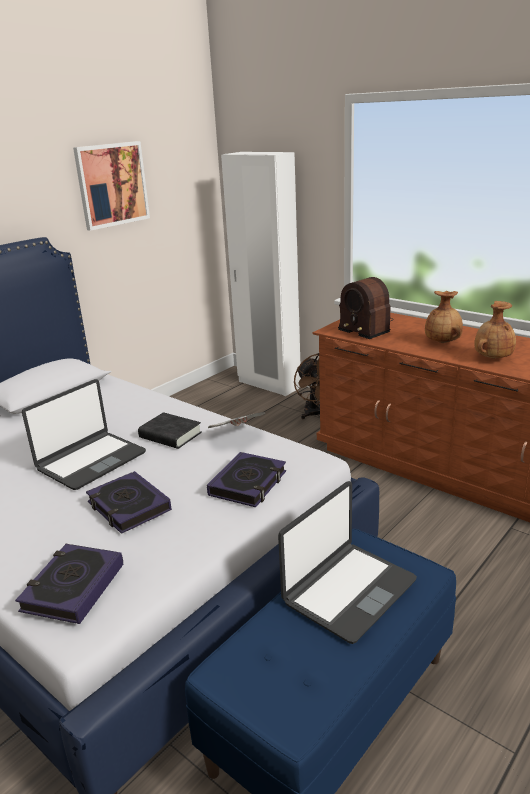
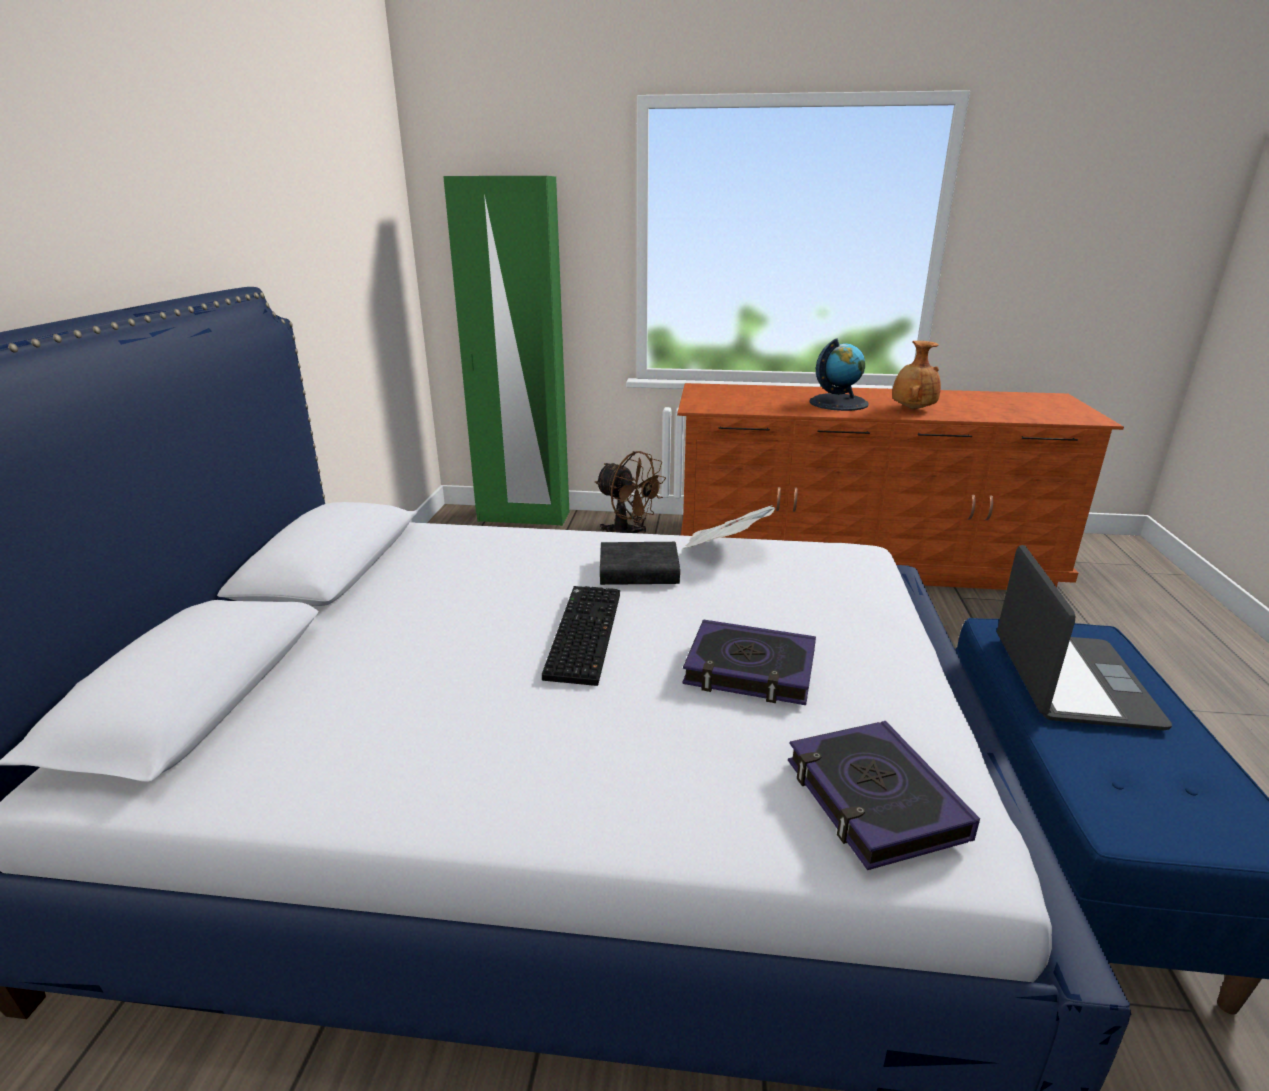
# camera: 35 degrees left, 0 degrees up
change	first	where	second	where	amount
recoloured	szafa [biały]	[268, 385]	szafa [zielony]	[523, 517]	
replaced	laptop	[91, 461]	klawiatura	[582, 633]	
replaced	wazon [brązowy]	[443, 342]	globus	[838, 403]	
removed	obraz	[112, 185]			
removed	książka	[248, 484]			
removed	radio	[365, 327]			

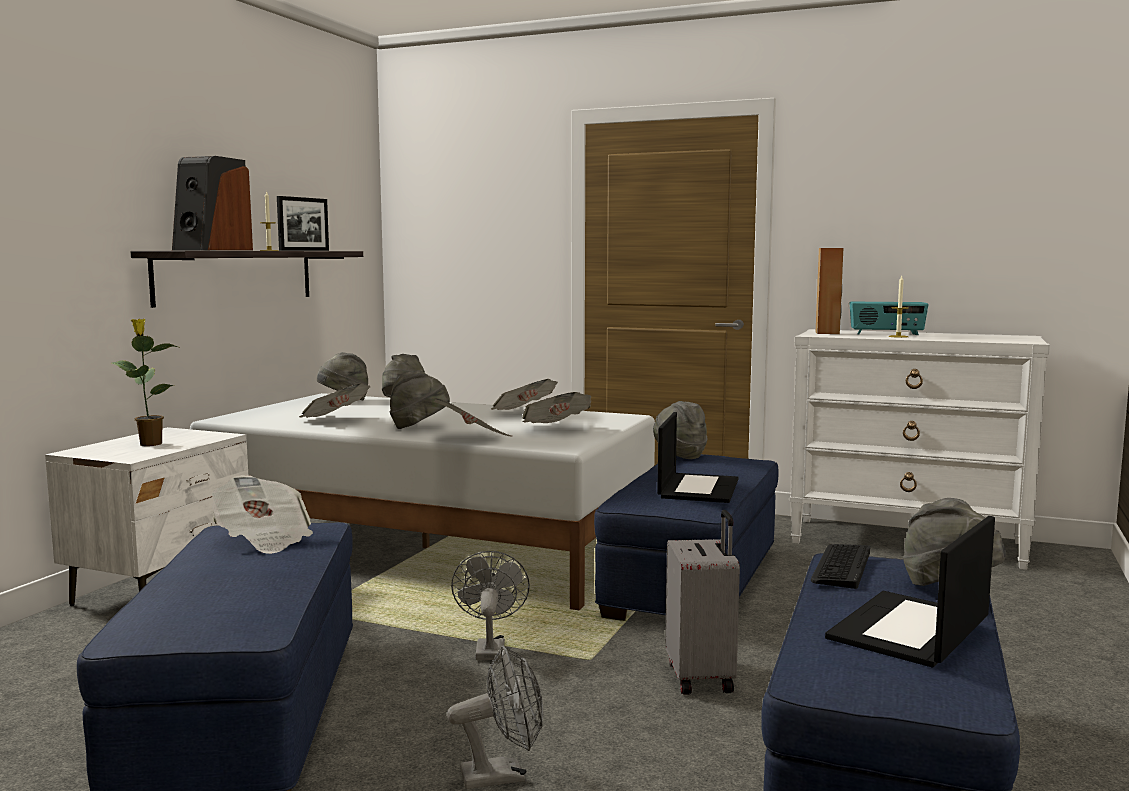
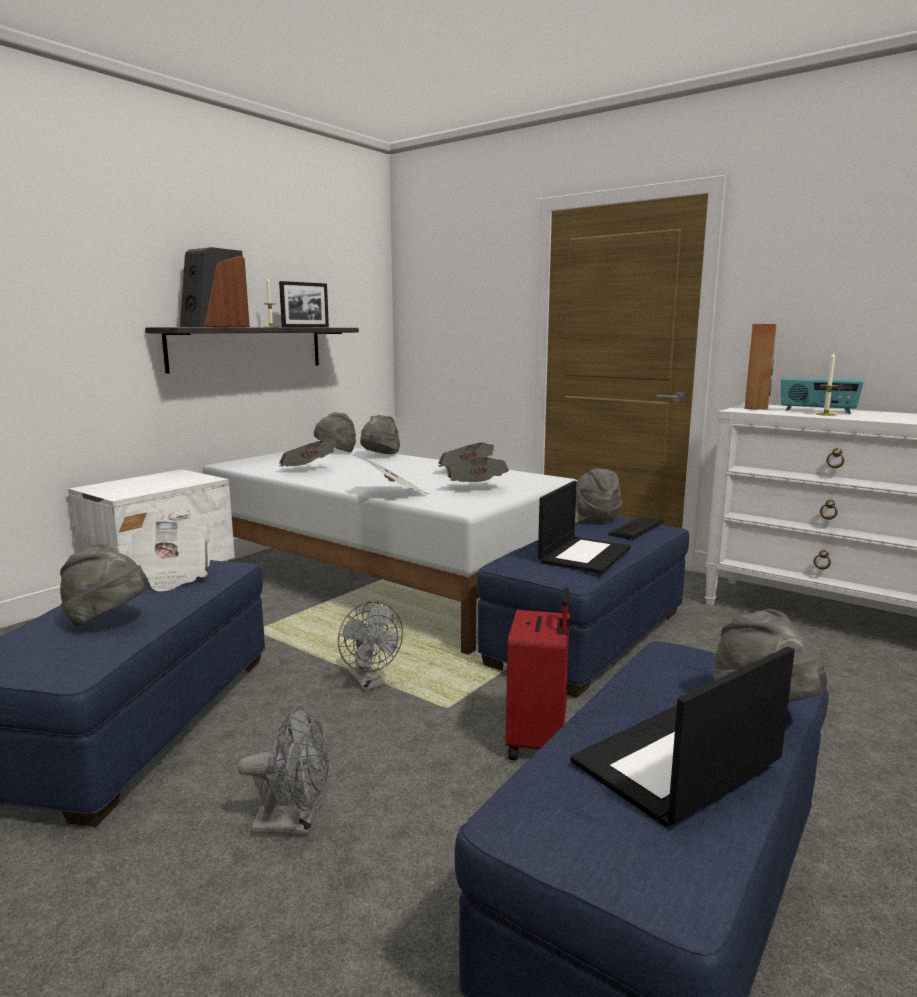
# camera: 15 degrees right, 5 degrees up
change	first	where	second	where	amount
moved	kapelusz [szary]	[419, 427]		[108, 621]	
turned	wentylator [szary]	[489, 648]		[369, 683]	135 degrees clockwise
recoloured	walizka [szary]	[702, 677]	walizka [czerwony]	[539, 742]	
moved	klawiatura	[841, 566]		[635, 528]	
removed	roślina doniczkowa	[150, 444]			

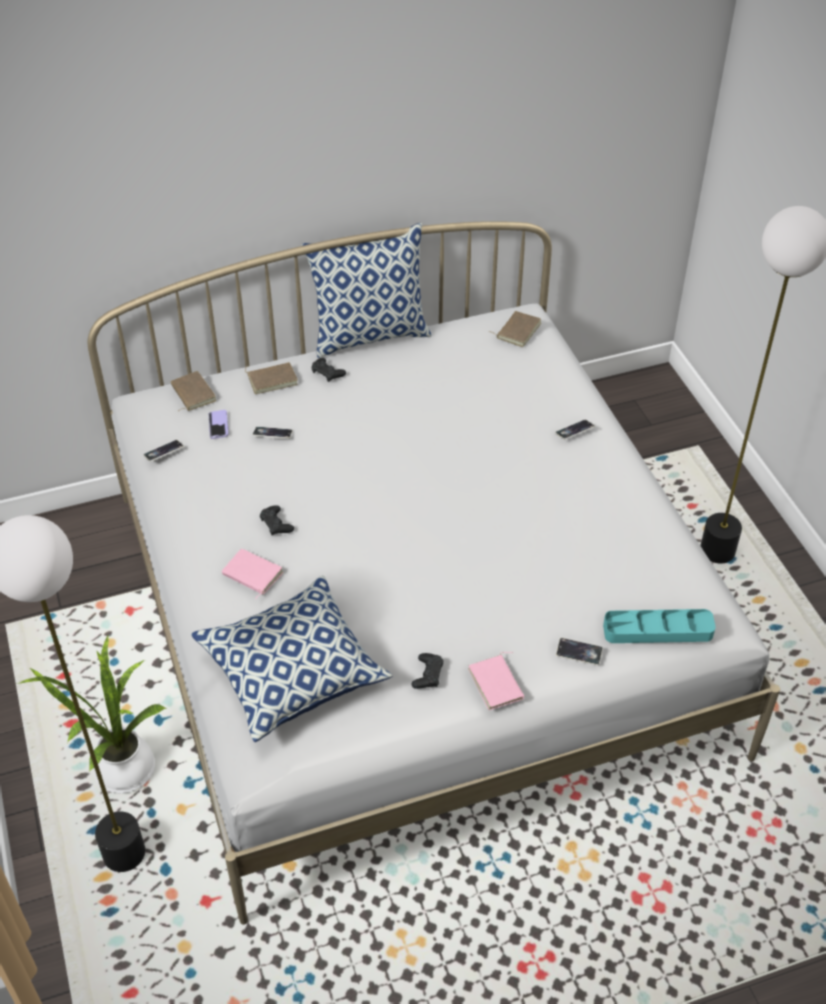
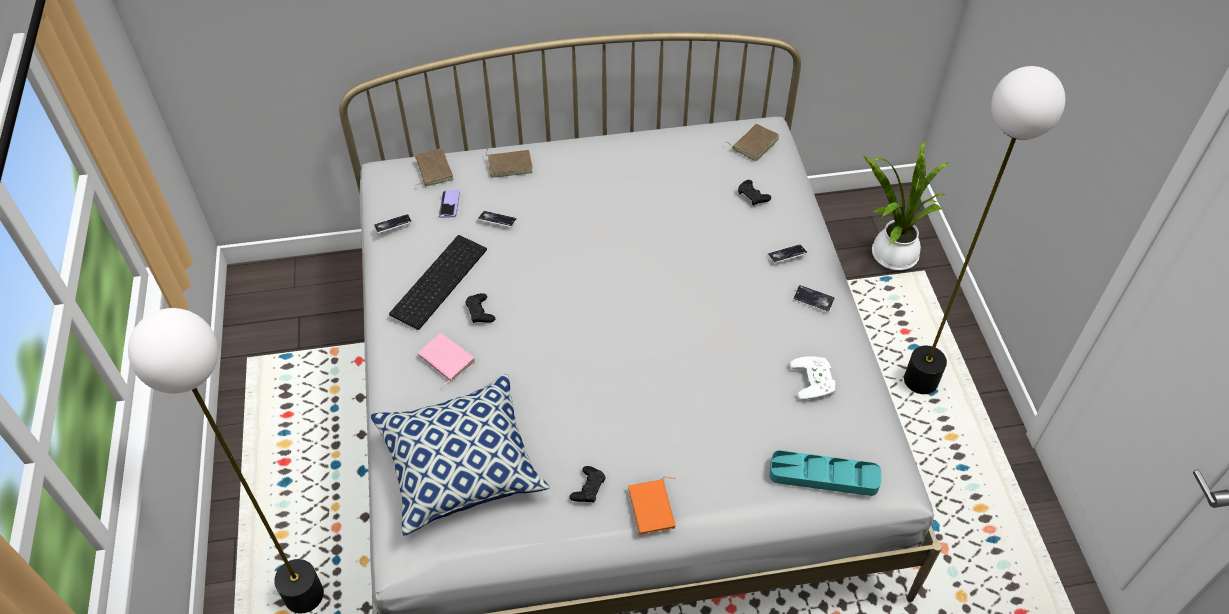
# camera: 10 degrees right, 5 degrees up
change	first	where	second	where	amount
added			klawiatura	[438, 280]	
recoloured	książka [różowy]	[497, 684]	książka [pomarańczowy]	[653, 508]	
moved	pad do gier [czarny]	[327, 373]		[753, 196]	
added			pad do gier [biały]	[815, 381]	
moved	telefon	[579, 653]		[813, 300]	
moved	roślina doniczkowa	[119, 770]		[890, 255]	
removed	poduszka	[370, 335]			

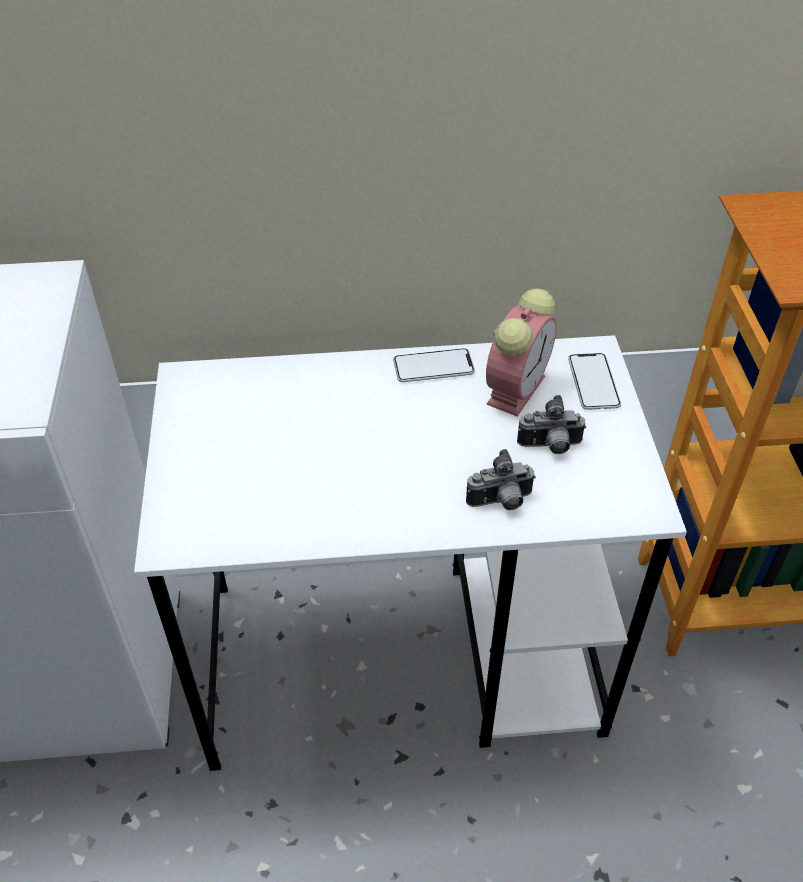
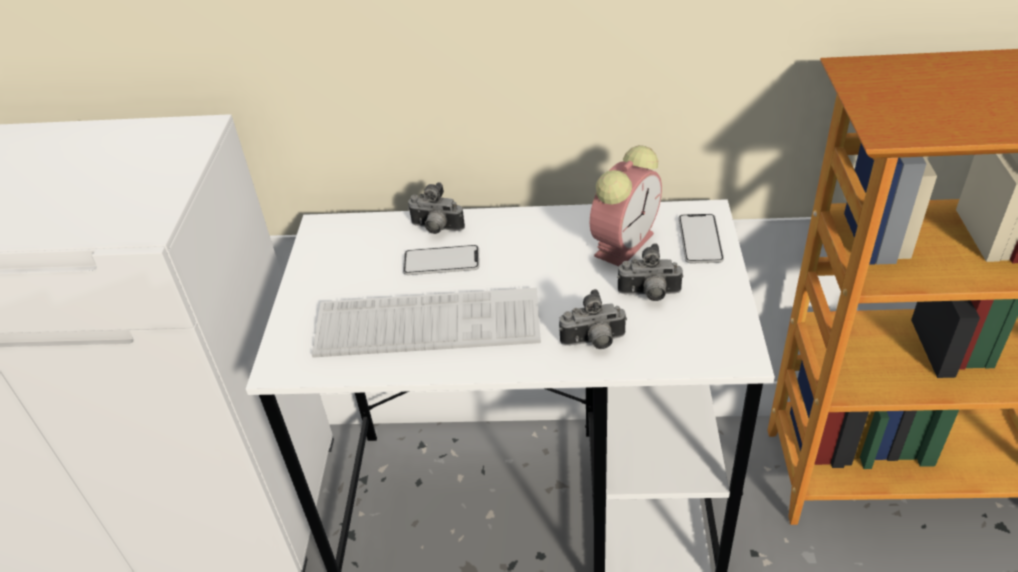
# camera: 10 degrees right, 5 degrees down
change	first	where	second	where	amount
added			klawiatura	[427, 324]	
moved	telefon	[433, 367]		[441, 262]	
added			aparat fotograficzny	[436, 229]	

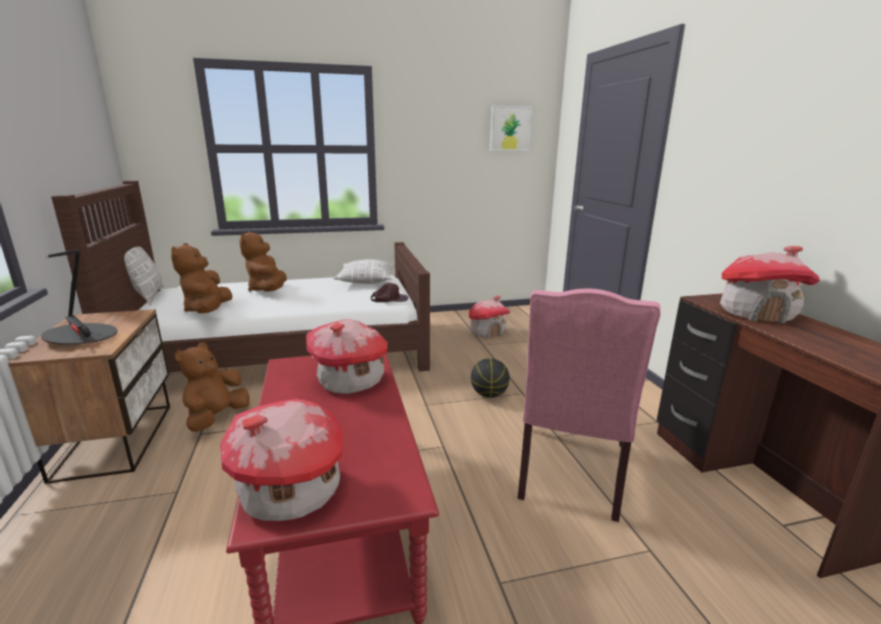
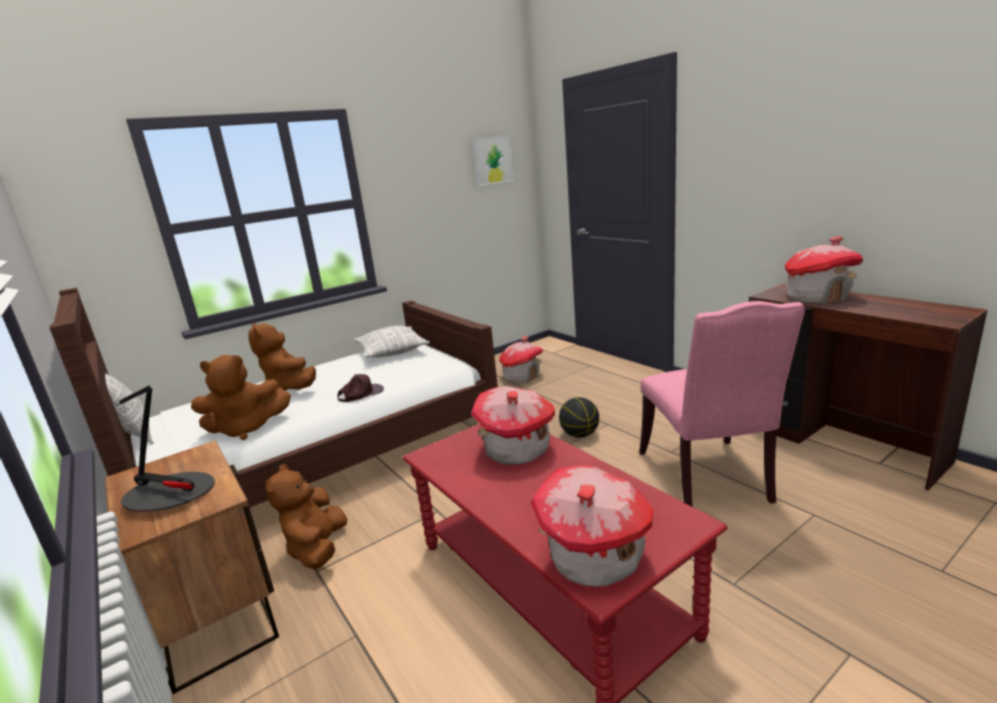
# camera: 20 degrees left, 0 degrees up
change	first	where	second	where	amount
turned	pluszak [brązowy]	[208, 310]		[246, 429]	75 degrees counterclockwise
moved	czapka z daszkiem [brązowy]	[389, 299]		[361, 393]	

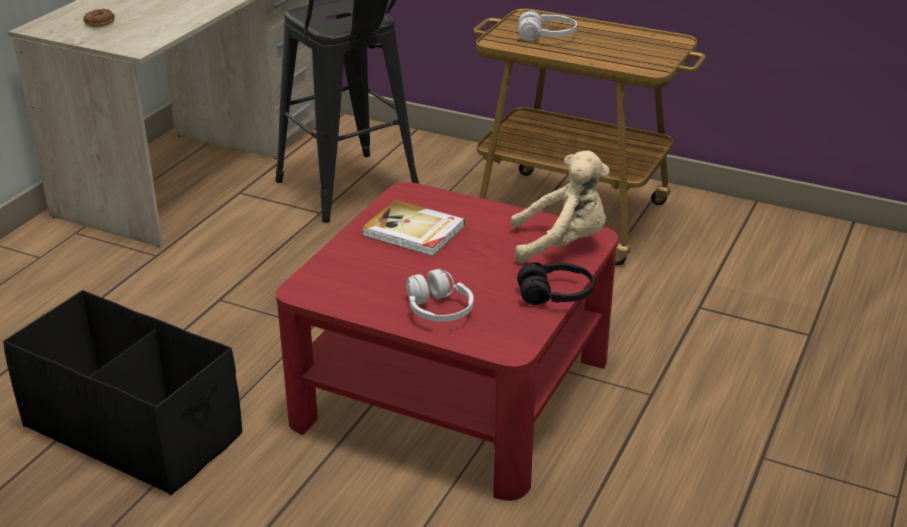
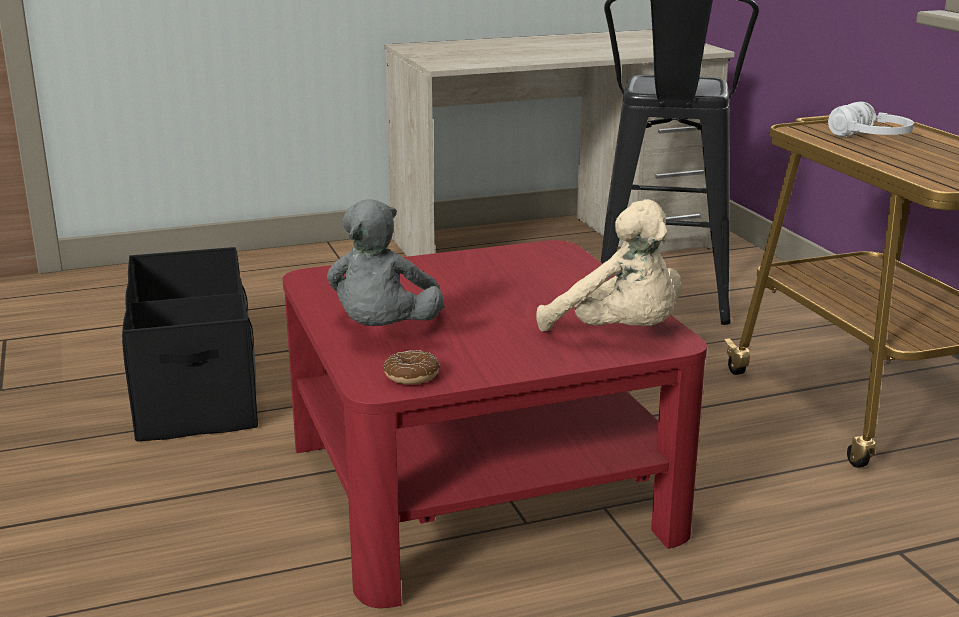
# camera: 45 degrees right, 10 degrees down
change	first	where	second	where	amount
replaced	słuchawki [biały]	[438, 310]	pluszak [szary]	[384, 332]	
moved	donut	[100, 23]		[411, 376]	
removed	książka	[413, 232]			
removed	słuchawki [czarny]	[555, 295]			

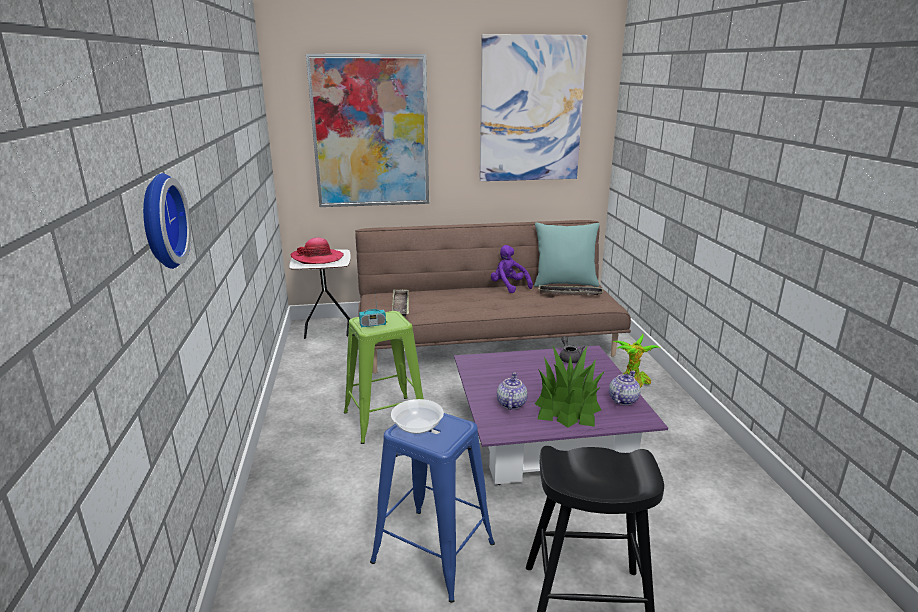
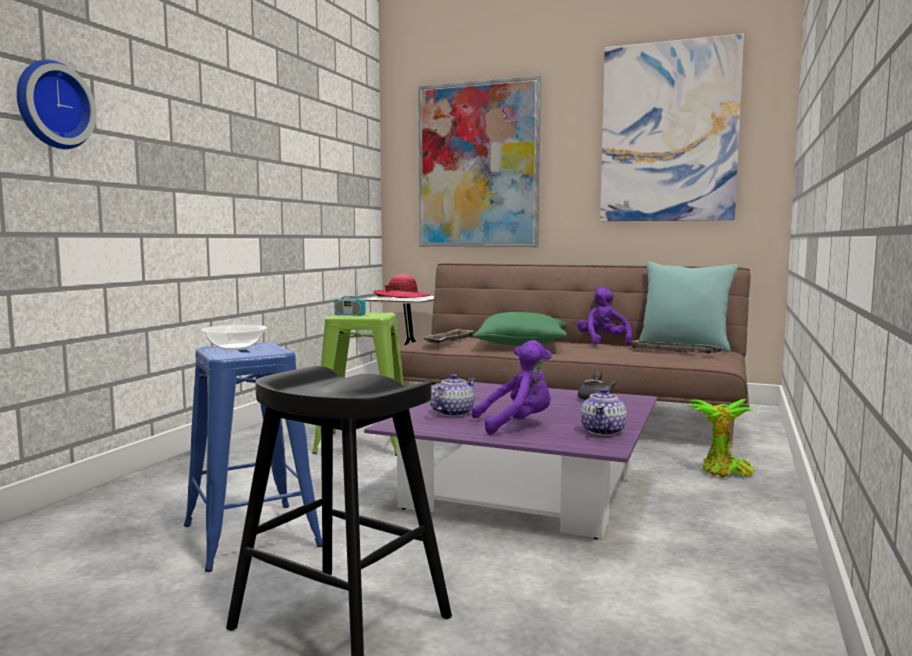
# camera: 30 degrees right, 15 degrees down
change	first	where	second	where	amount
replaced	roślina doniczkowa	[567, 407]	pluszak [fioletowy]	[517, 425]	
added			poduszka [zielony]	[522, 344]	
turned	imbryk	[622, 400]		[603, 431]	135 degrees clockwise

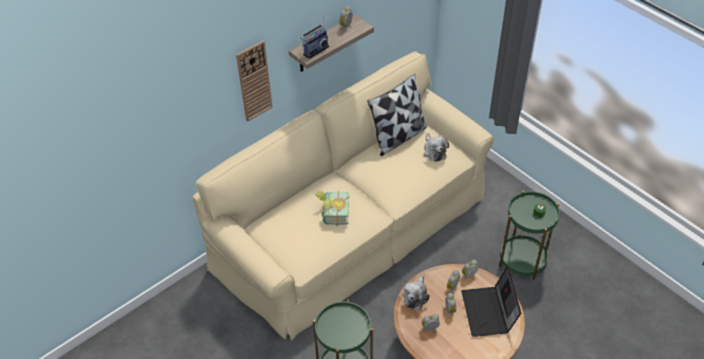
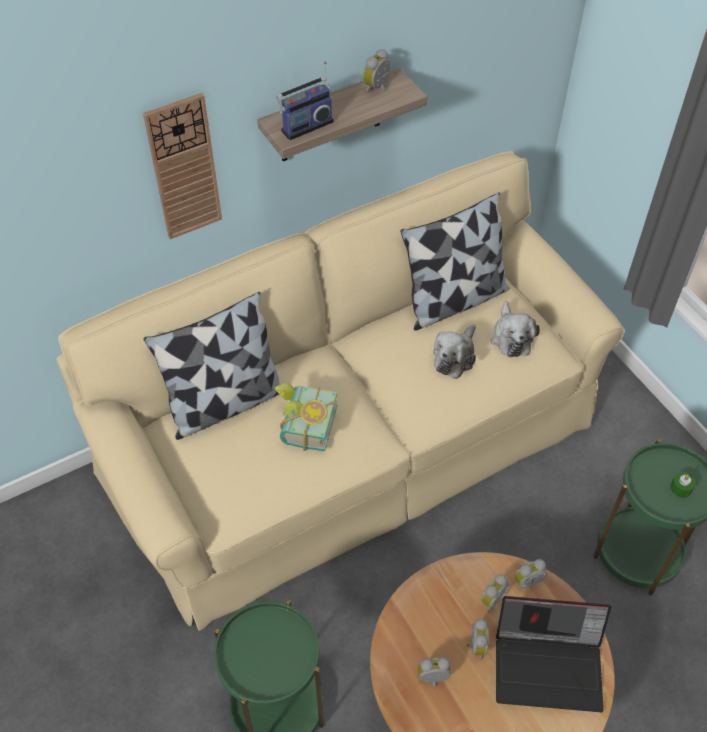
# camera: 10 degrees right, 5 degrees up
change	first	where	second	where	amount
added			poduszka	[225, 403]	
moved	pluszak	[416, 296]		[455, 357]	
turned	laptop	[489, 312]		[549, 666]	90 degrees counterclockwise

